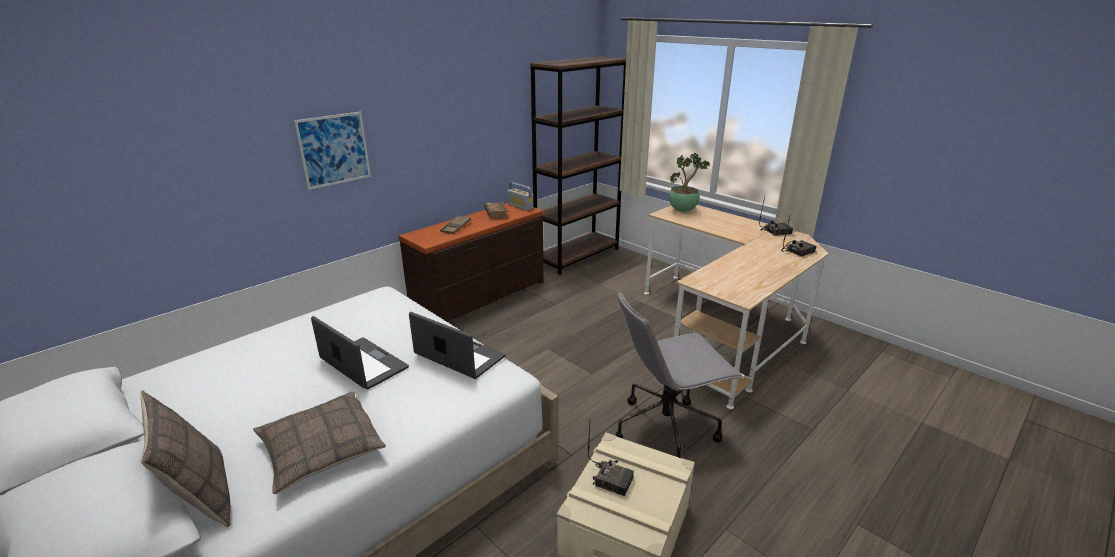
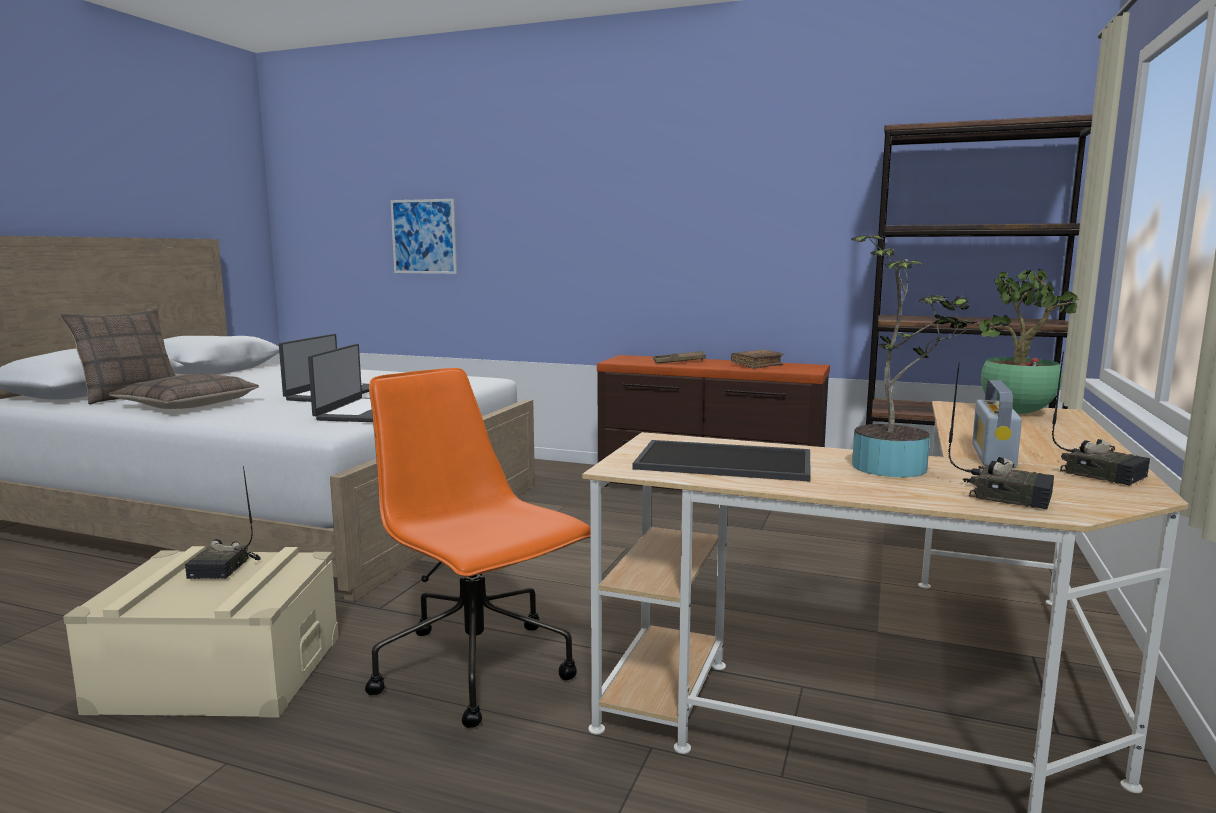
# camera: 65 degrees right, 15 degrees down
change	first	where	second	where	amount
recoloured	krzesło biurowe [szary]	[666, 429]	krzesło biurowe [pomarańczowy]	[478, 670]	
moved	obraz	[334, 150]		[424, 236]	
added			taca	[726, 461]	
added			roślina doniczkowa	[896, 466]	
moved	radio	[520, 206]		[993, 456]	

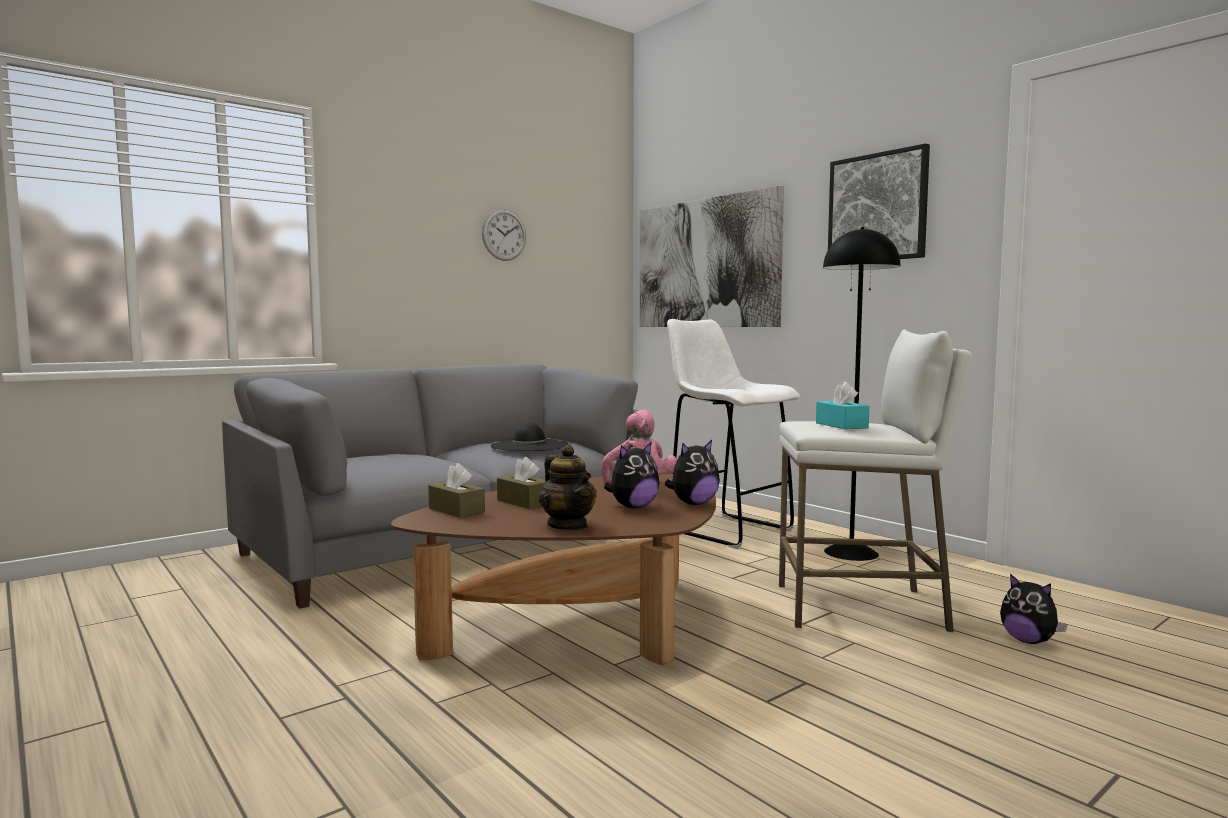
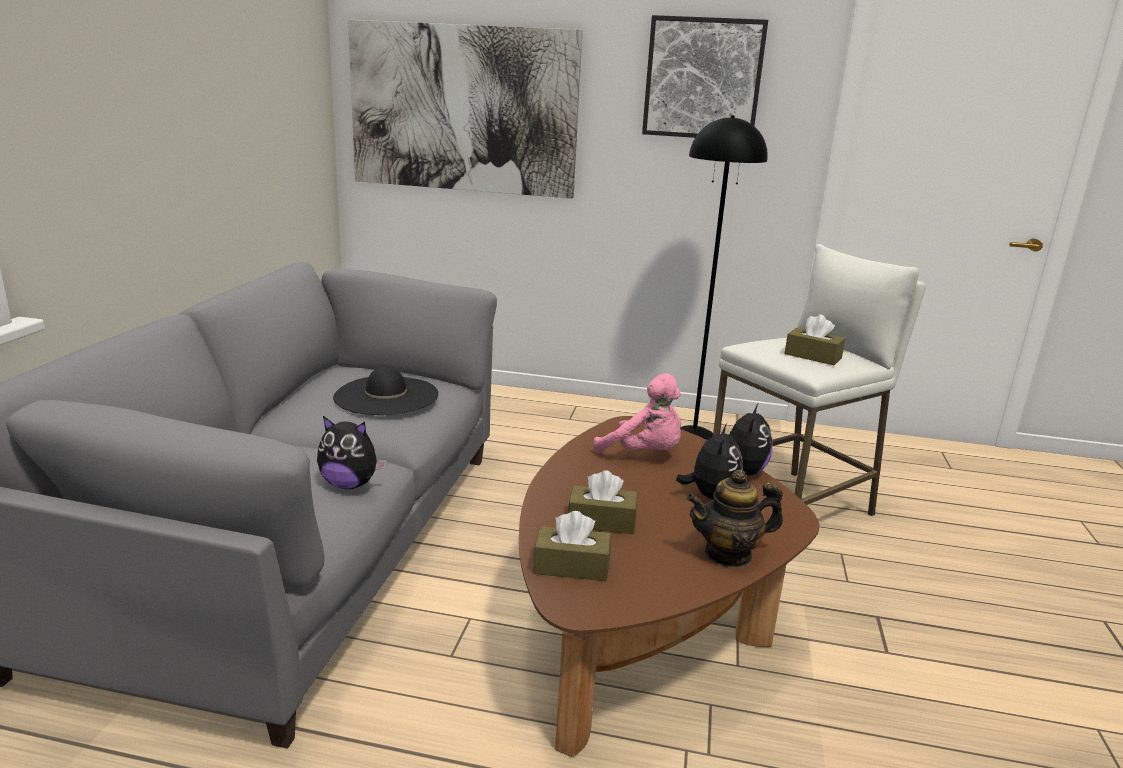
# camera: 40 degrees left, 15 degrees up
change	first	where	second	where	amount
moved	pluszak	[1028, 641]		[350, 484]	
turned	imbryk	[568, 526]		[728, 554]	150 degrees clockwise
recoloured	pudełko chusteczek [turkusowy]	[841, 425]	pudełko chusteczek [brązowy]	[812, 356]	
removed	zegar ścienny	[504, 234]			
removed	stołek [biały]	[727, 530]			

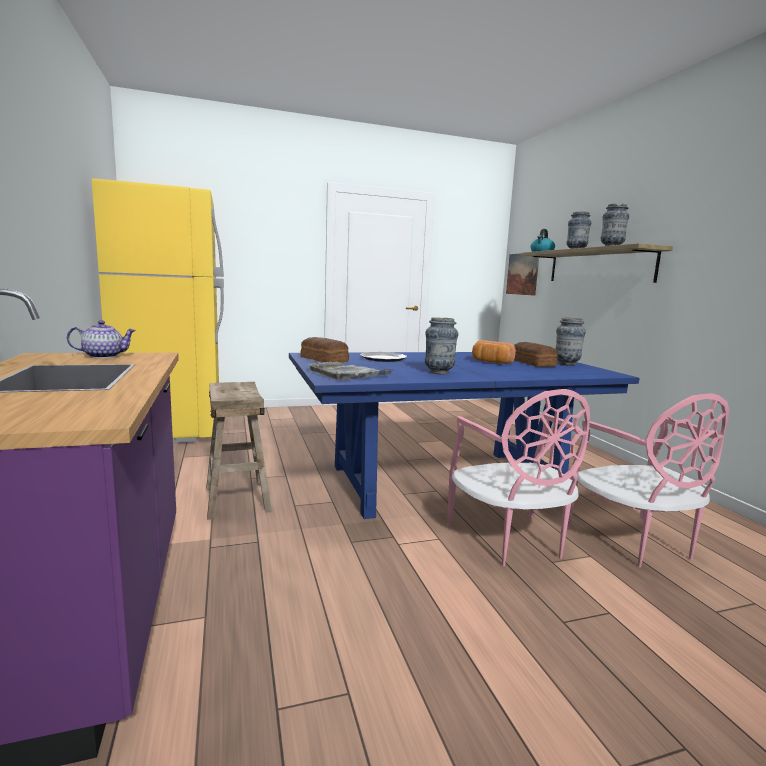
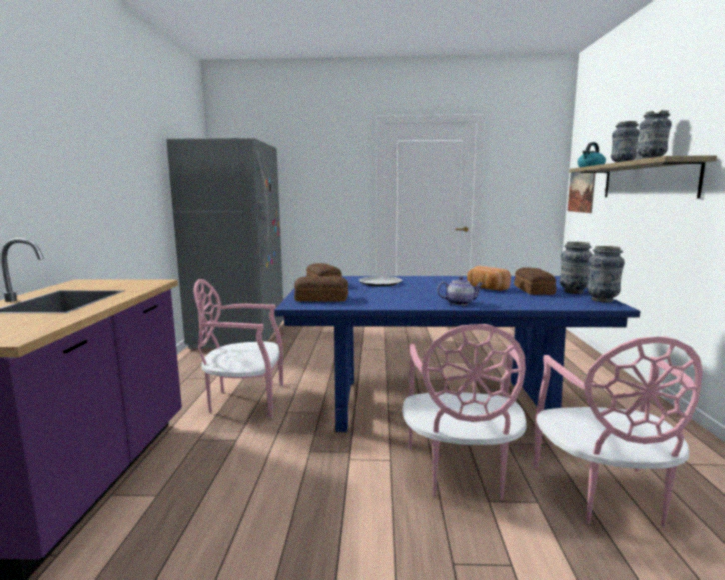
# camera: 20 degrees right, 0 degrees up
change	first	where	second	where	amount
recoloured	lodówka [żółty]	[173, 428]	lodówka [szary]	[239, 335]	
replaced	stołek [beżowy]	[236, 498]	krzesło [różowy]	[245, 401]	
replaced	taca [szary]	[347, 373]	chleb	[321, 298]	
moved	imbryk	[104, 356]		[460, 303]	
moved	wazon	[439, 372]		[602, 300]	

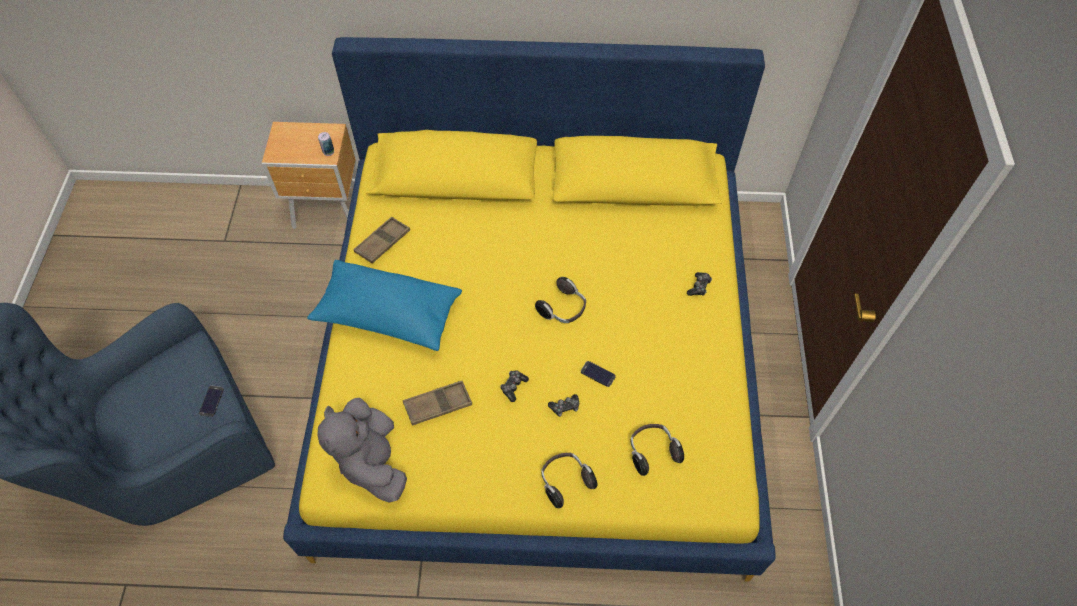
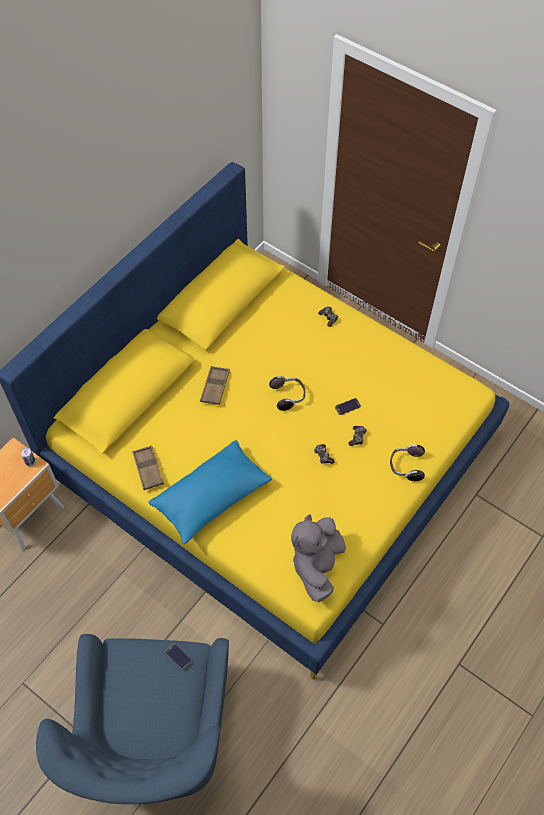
# camera: 55 degrees left, 0 degrees up
change	first	where	second	where	amount
moved	taca [brązowy]	[438, 405]		[215, 387]	
turned	pluszak [szary]	[372, 461]		[317, 565]	90 degrees clockwise
removed	słuchawki	[652, 451]			

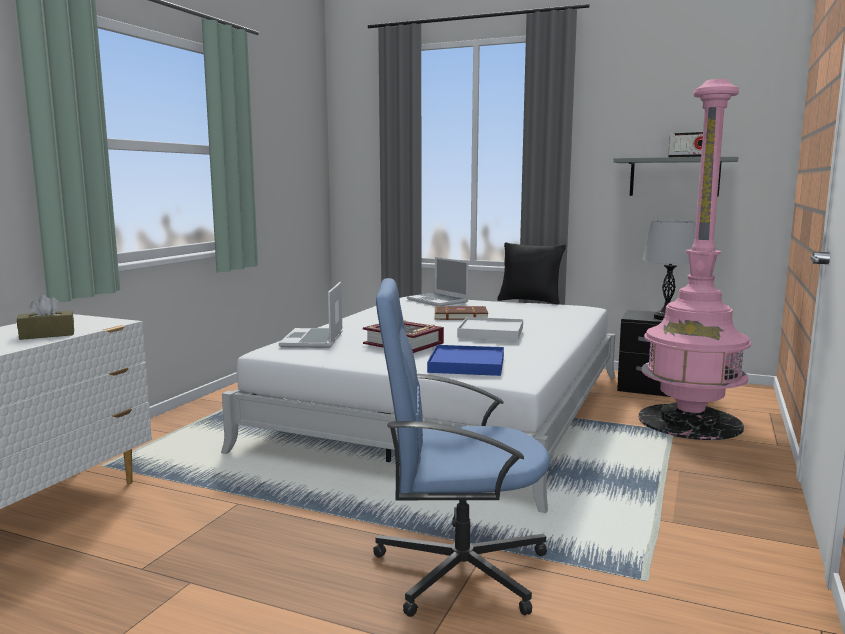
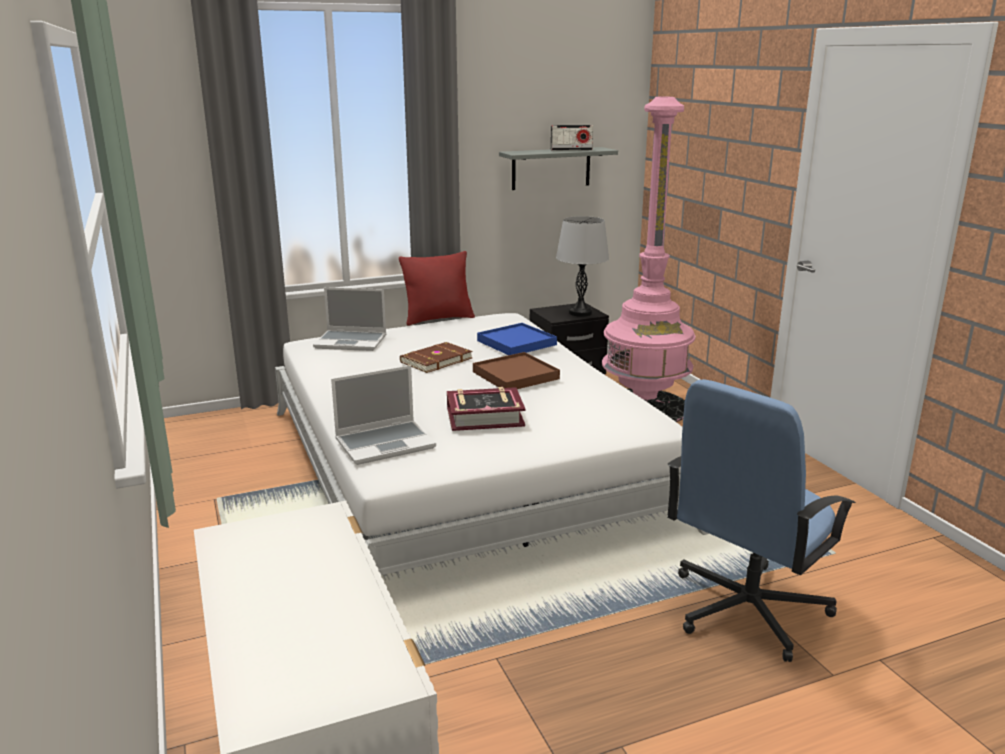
# camera: 45 degrees left, 10 degrees up
change	first	where	second	where	amount
turned	laptop	[313, 340]		[386, 443]	75 degrees counterclockwise
recoloured	poduszka [czarny]	[530, 301]	poduszka [czerwony]	[438, 319]	
recoloured	taca [biały]	[490, 332]	taca [brązowy]	[515, 375]	
moved	taca [niebieski]	[466, 364]		[516, 343]	
removed	pudełko chusteczek [brązowy]	[47, 335]			

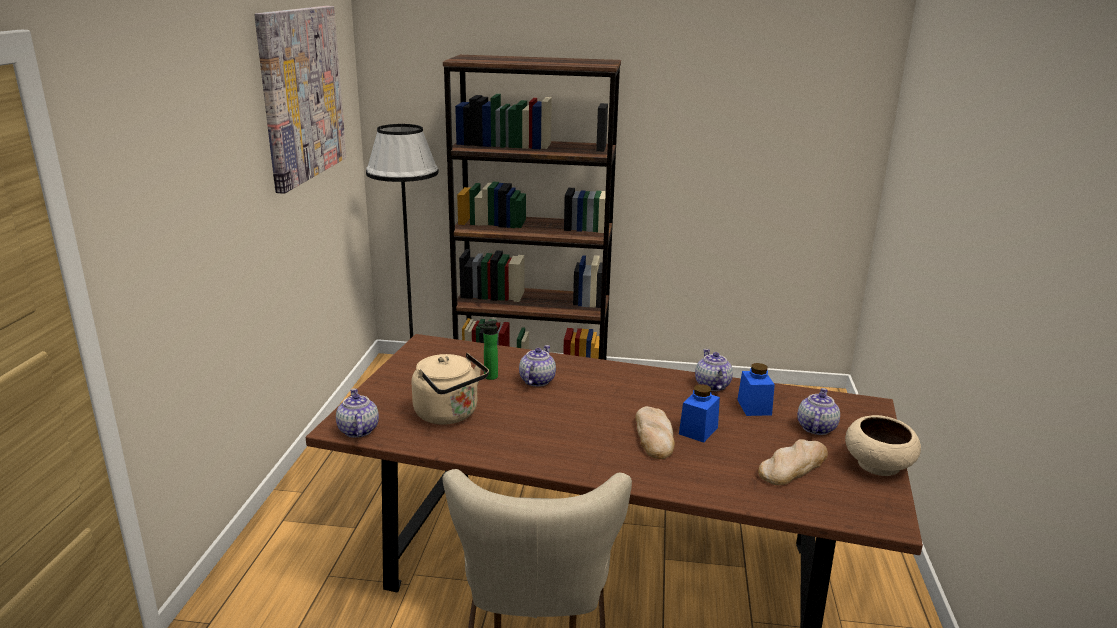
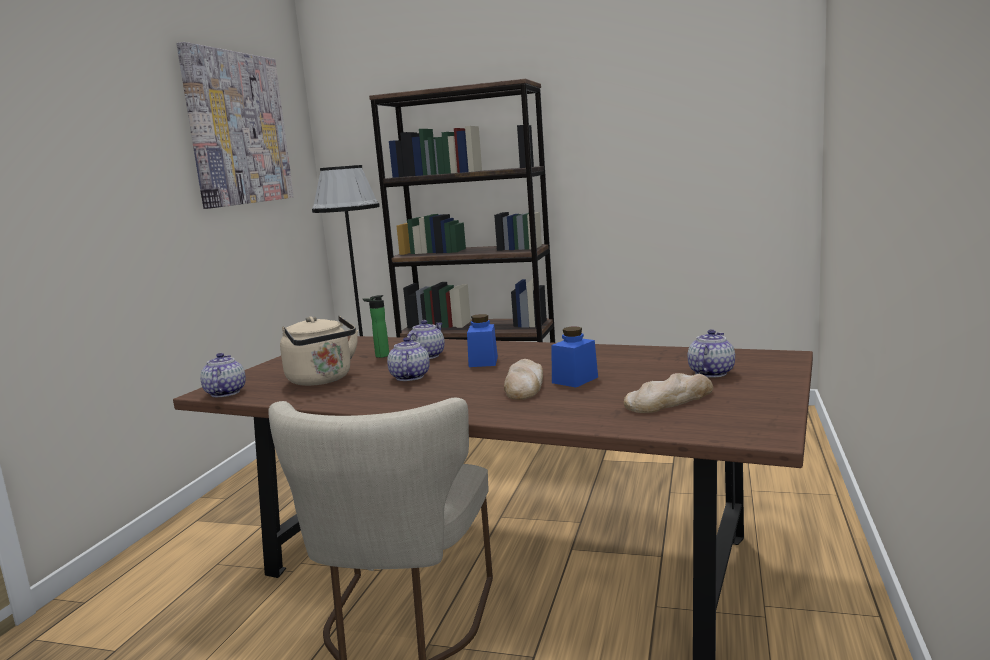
# camera: 10 degrees right, 10 degrees down
change	first	where	second	where	amount
moved	imbryk	[711, 385]		[409, 377]	
moved	słoik [niebieski]	[754, 407]		[483, 361]	
removed	miska [beżowy]	[879, 465]			

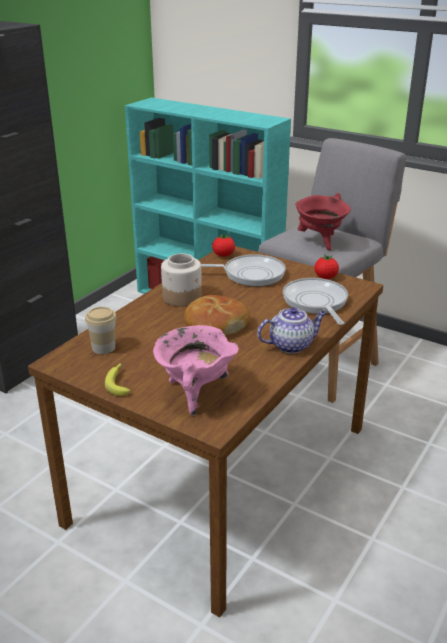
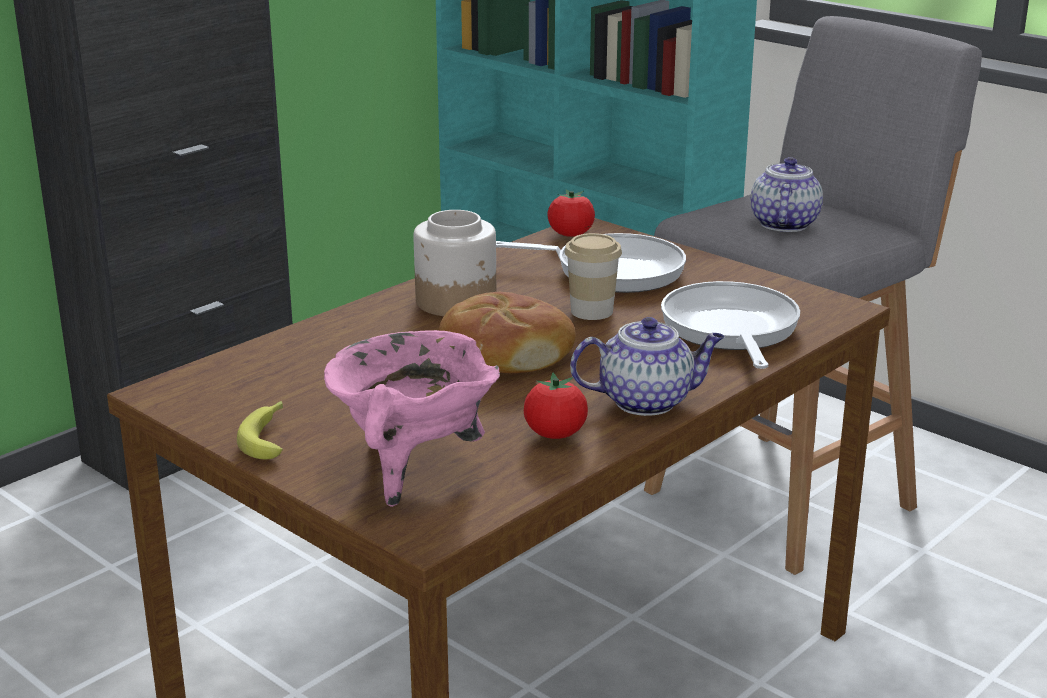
# camera: 10 degrees right, 5 degrees down
change	first	where	second	where	amount
moved	pomidor	[325, 277]		[555, 434]	
moved	filiżanka	[103, 348]		[591, 311]	
replaced	garnek [czerwony]	[320, 242]	imbryk	[783, 223]	

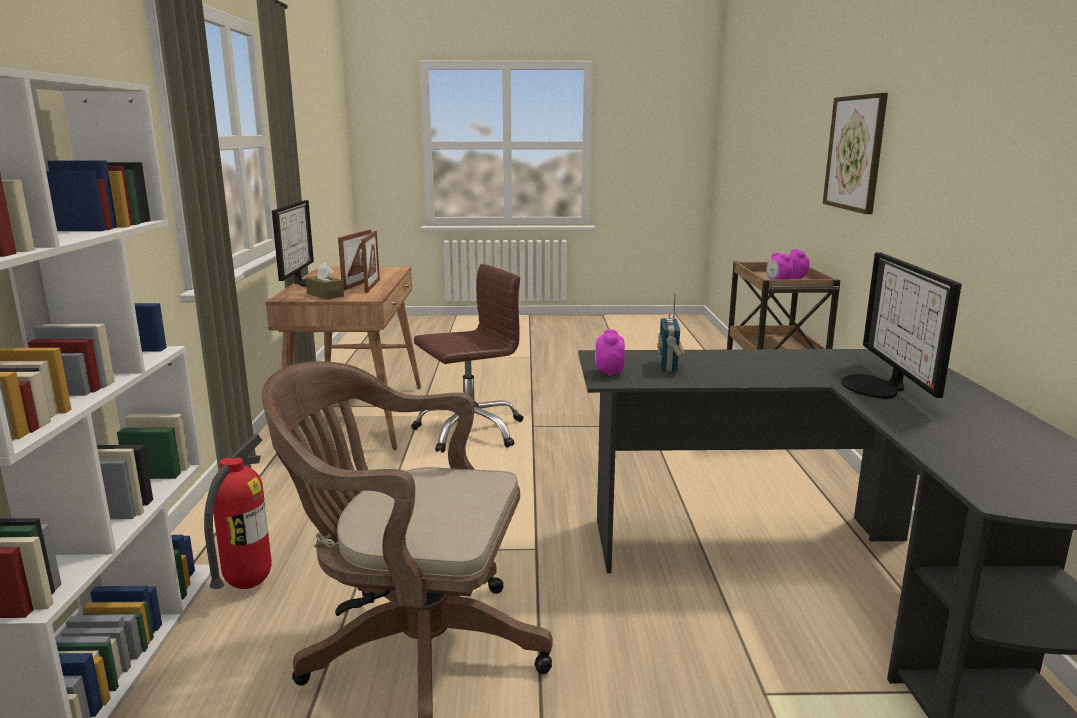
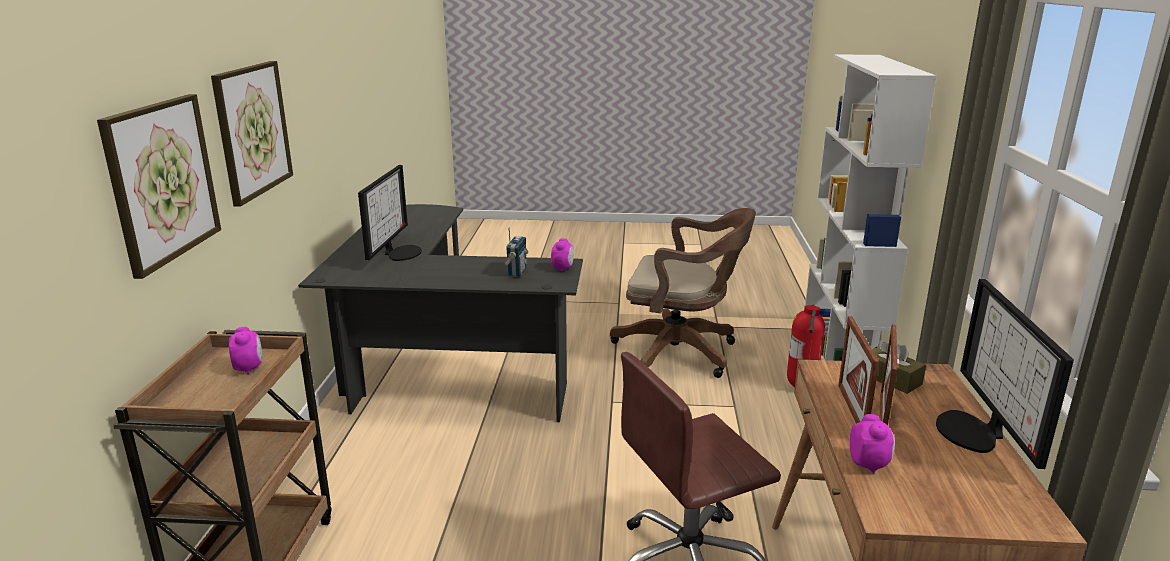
# camera: 175 degrees left, 5 degrees up
change	first	where	second	where	amount
added			obraz	[252, 130]	
moved	budzik	[794, 278]		[869, 464]	

